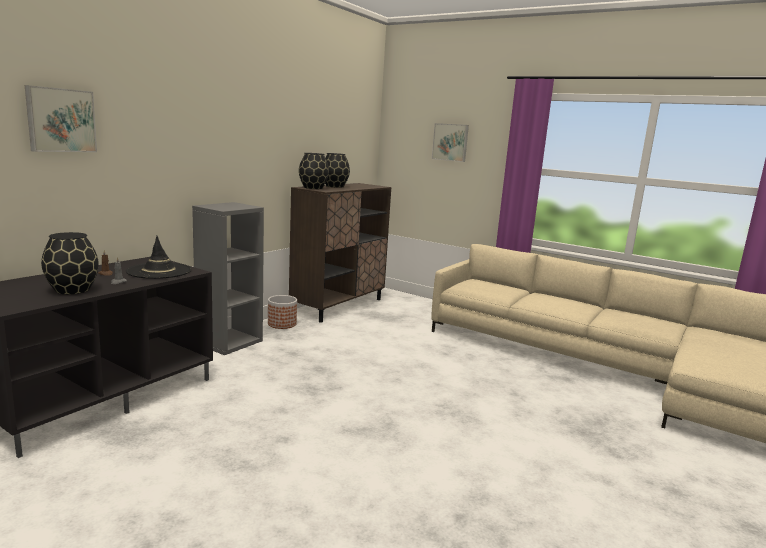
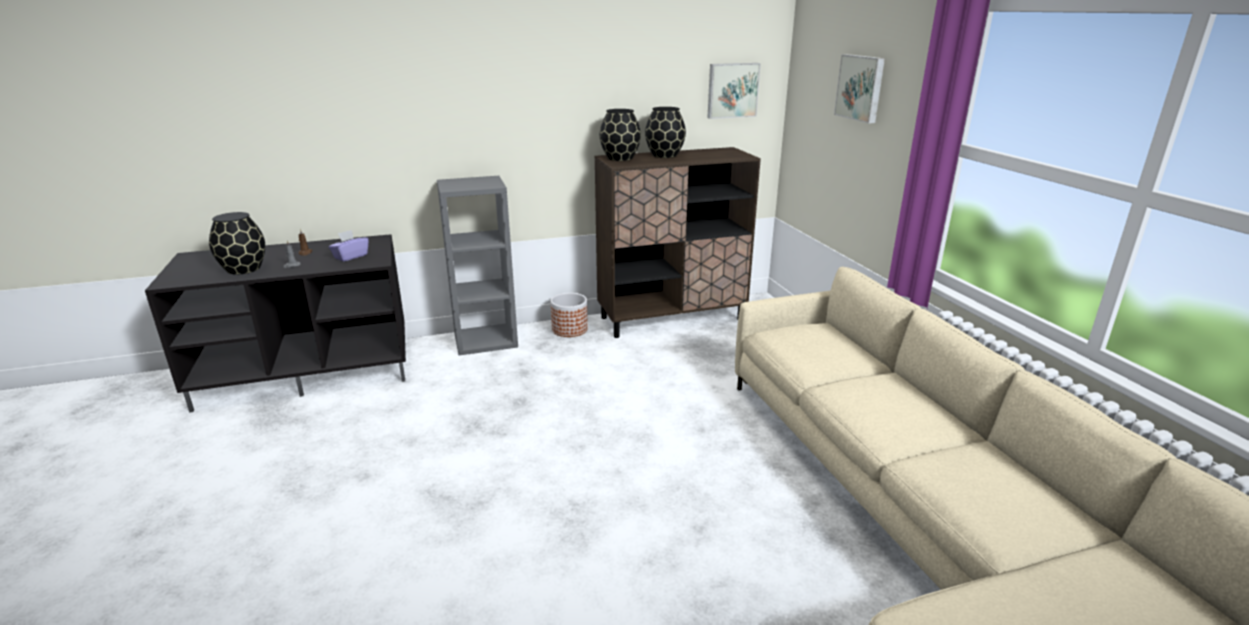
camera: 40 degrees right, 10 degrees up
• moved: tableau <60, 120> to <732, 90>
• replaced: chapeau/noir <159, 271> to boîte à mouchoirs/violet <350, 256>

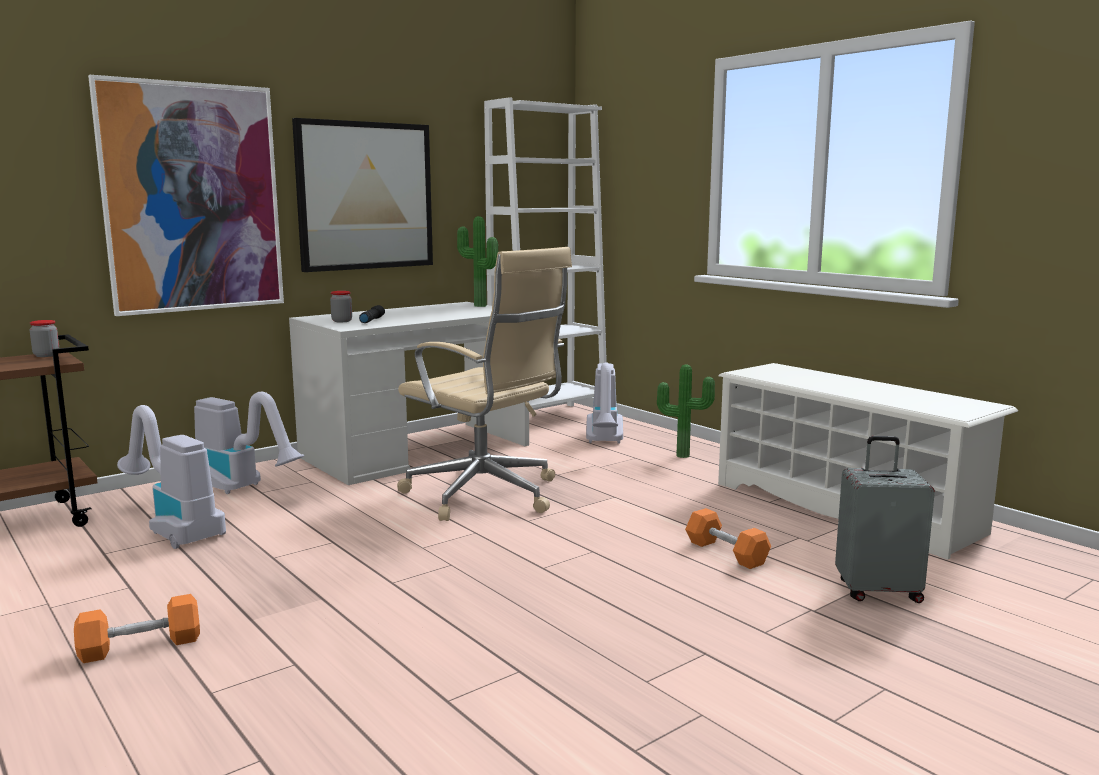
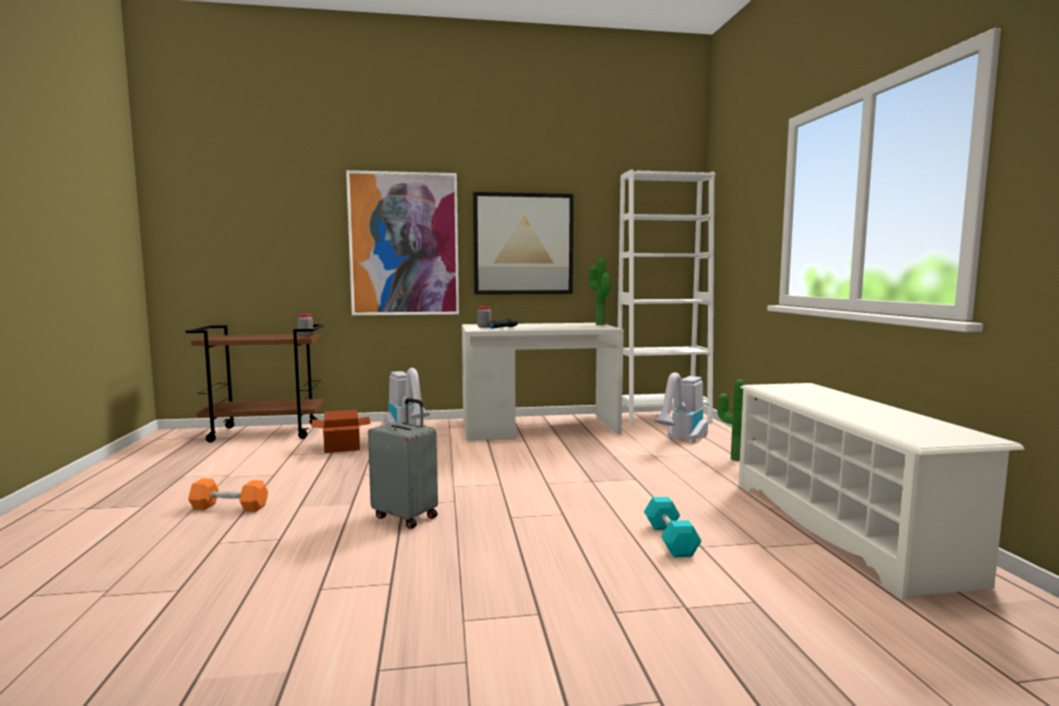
camera: 30 degrees right, 5 degrees down
• removed: chaise de bureau/beige <486, 495>
• replaced: aspirateur <173, 527> to carton <341, 447>
• moved: valise/gris <877, 591> to <406, 516>
• recoloured: haltère/orange <726, 553> to haltère/turquoise <670, 539>

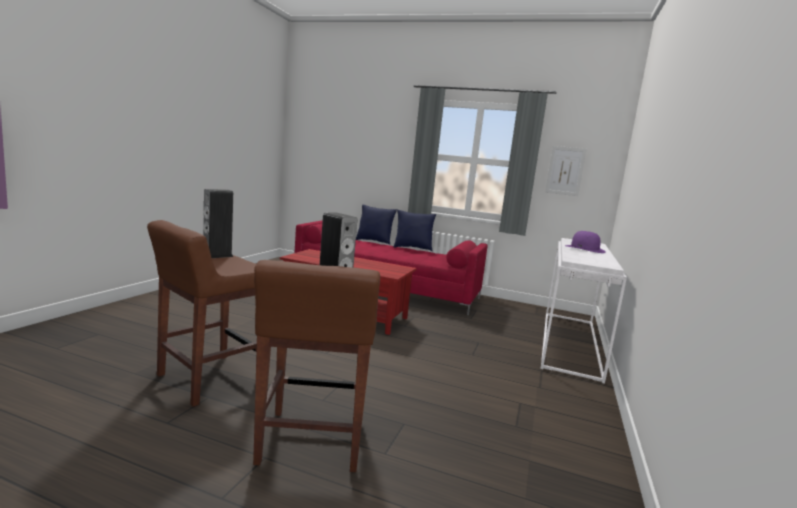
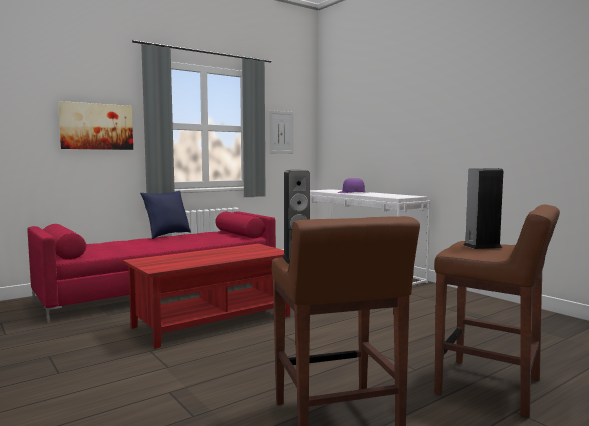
camera: 55 degrees left, 5 degrees down
• removed: coussin/bleu <374, 241>
• added: tableau <96, 126>

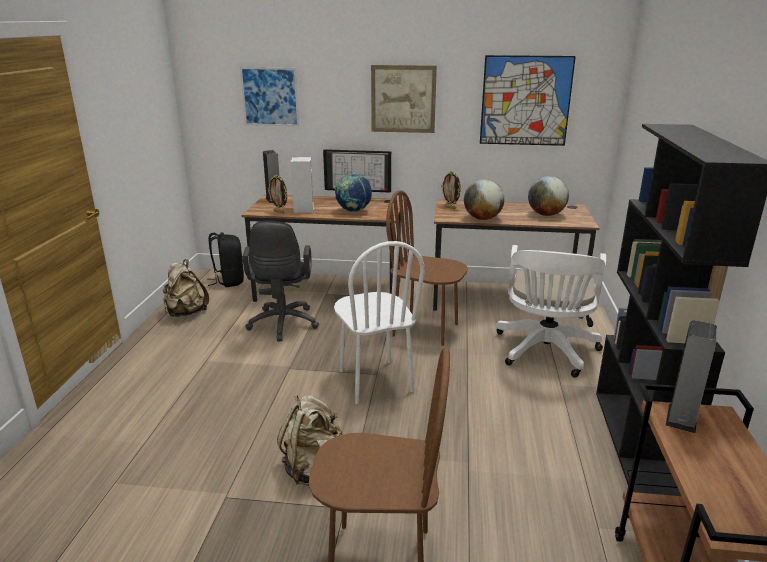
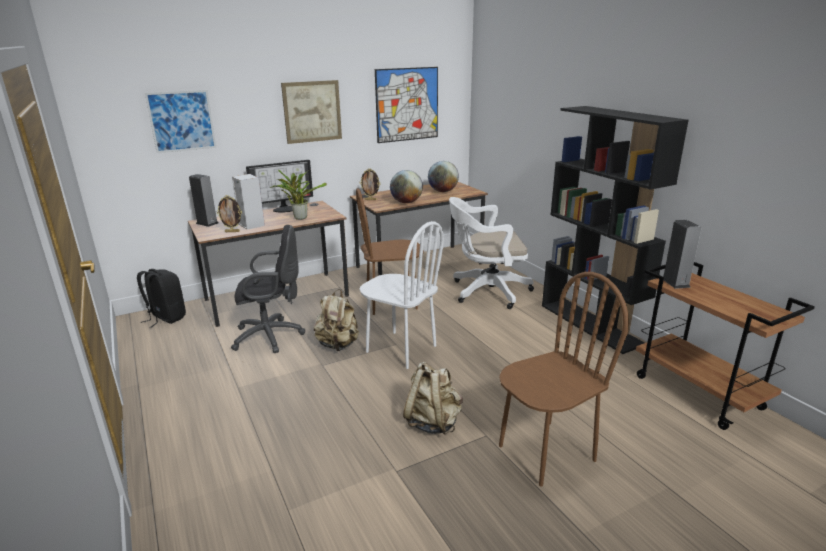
camera: 35 degrees left, 0 degrees up
• replaced: globe <353, 211> to plante en pot <299, 217>
• turned: chaise de bureau/noir <282, 325> = <272, 336> 60 degrees counterclockwise
• turned: chaise de bureau/blanc <545, 352> = <486, 291> 105 degrees clockwise
• moved: sac à dos/beige <186, 313> to <338, 345>

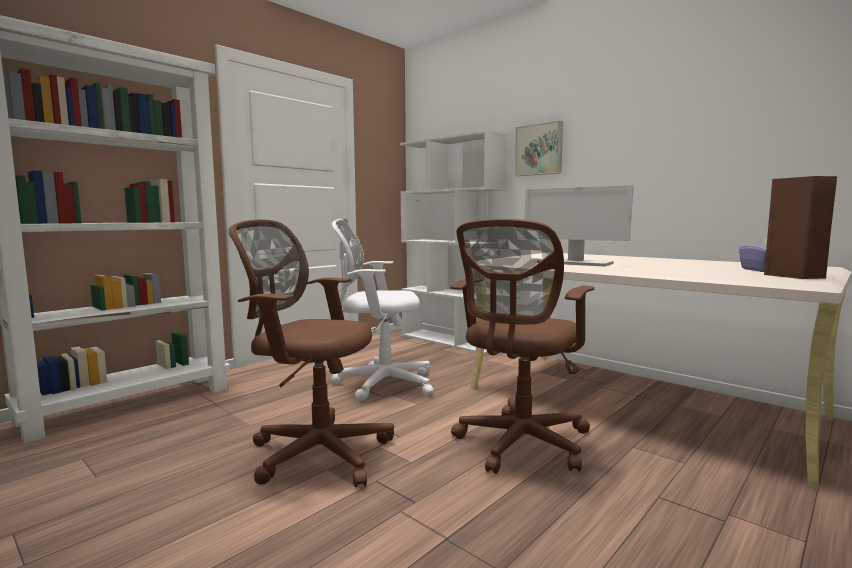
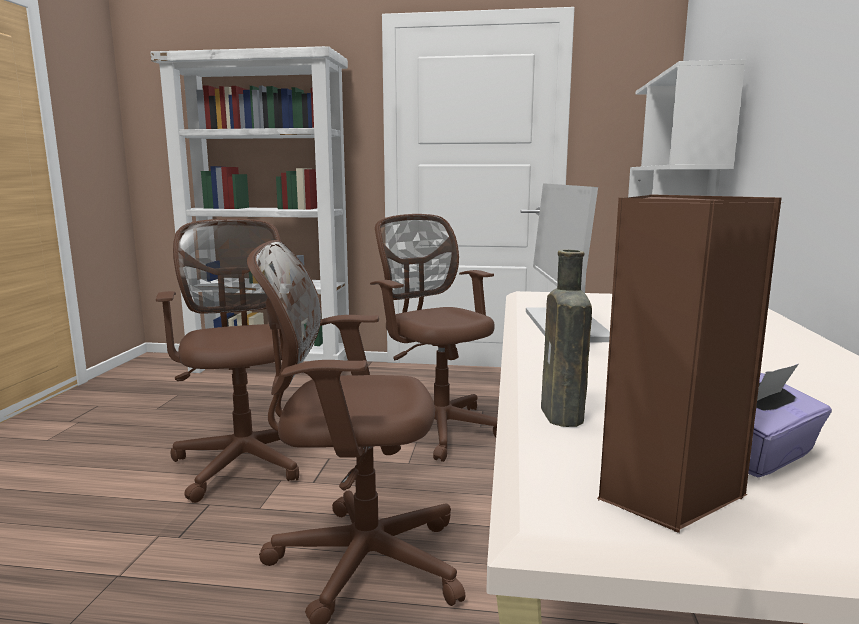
camera: 55 degrees right, 5 degrees up
• removed: tableau <539, 150>
• recoloured: chaise de bureau/blanc <380, 384> to chaise de bureau/marron <437, 426>
• added: bouteille/marron <563, 416>

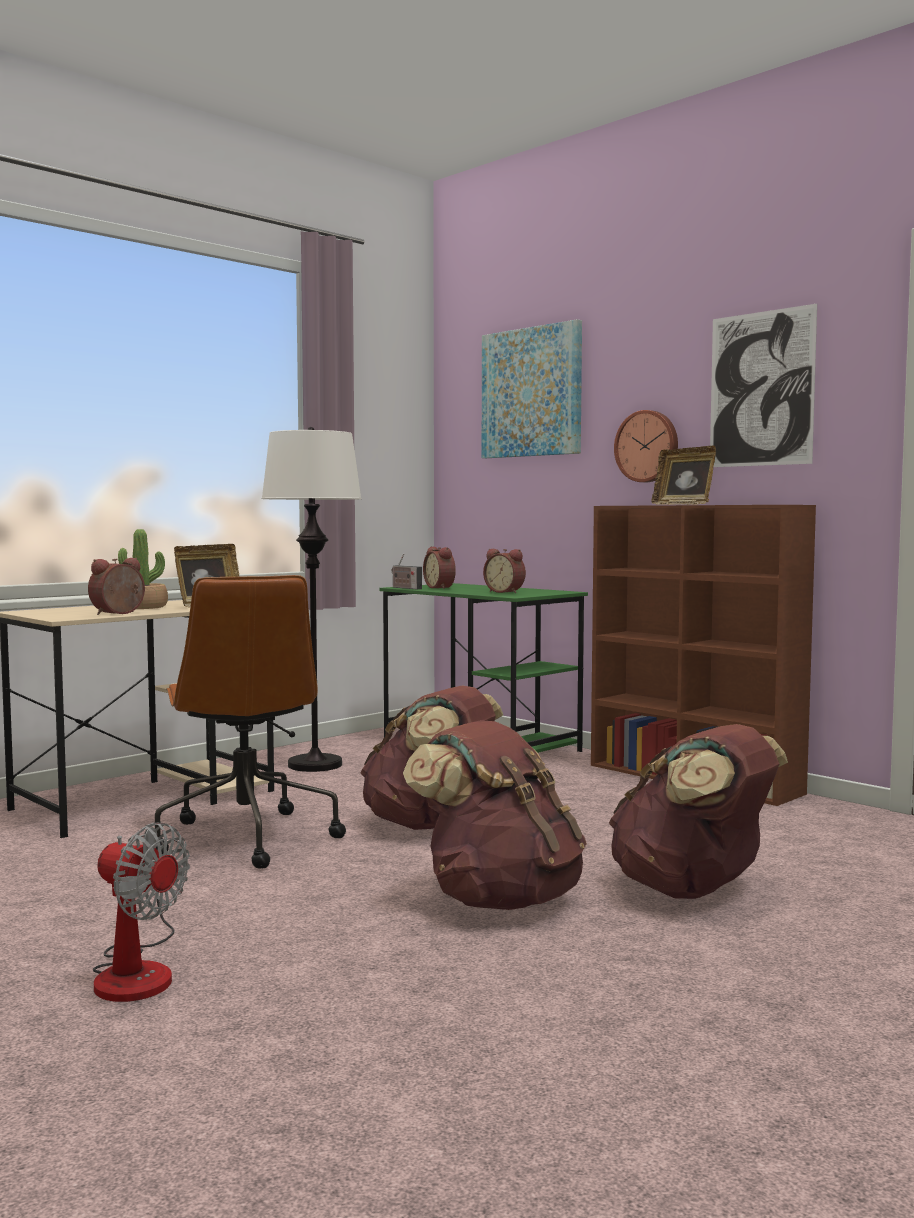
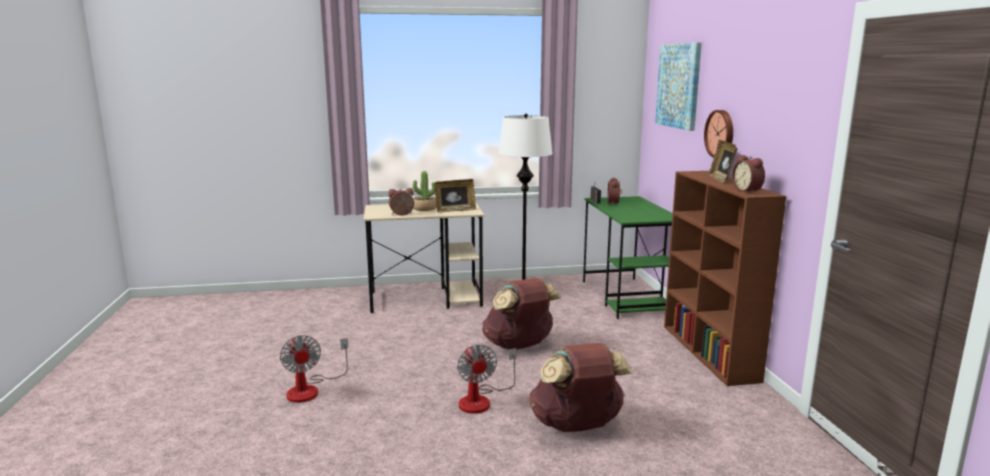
camera: 35 degrees right, 10 degrees up
• removed: tableau <761, 389>
• moved: réveil <505, 592> to <748, 191>
• removed: chaise de bureau/marron <245, 838>
• replaced: sac à dos/marron <498, 899> to ventilateur <481, 400>

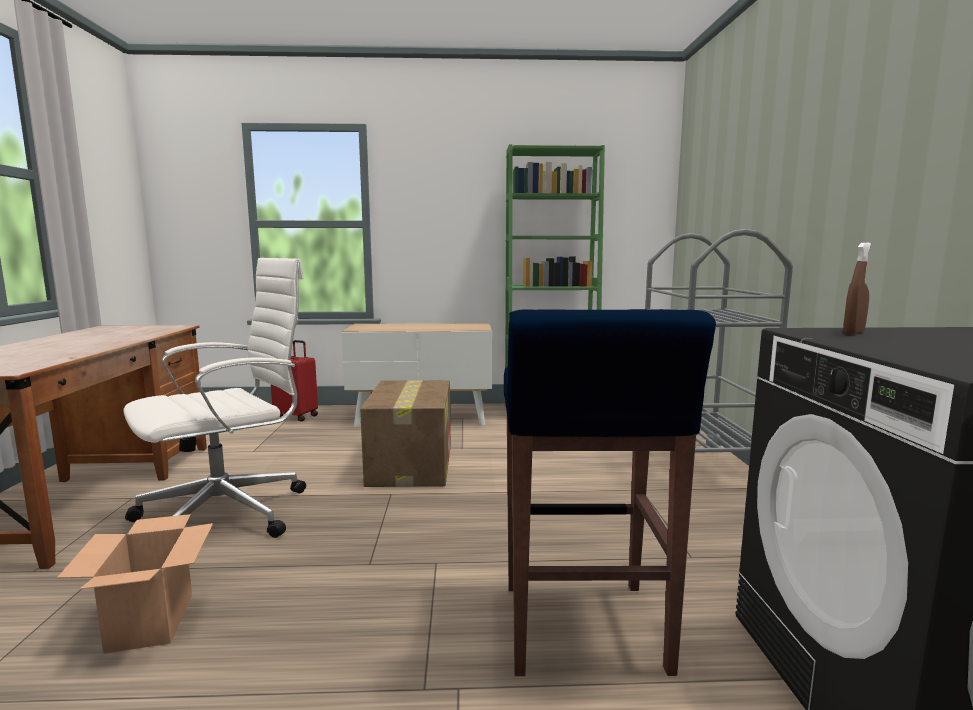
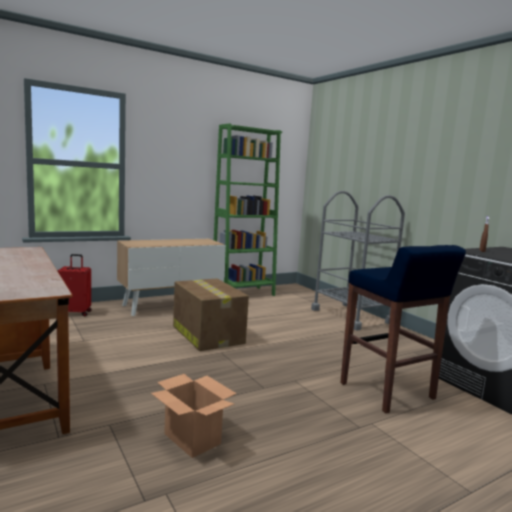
camera: 30 degrees left, 0 degrees up
• removed: chaise de bureau/blanc <229, 513>

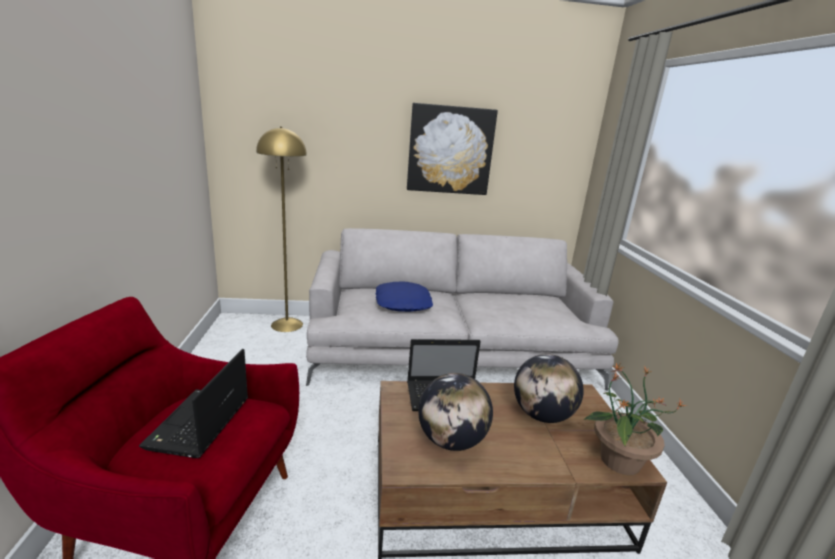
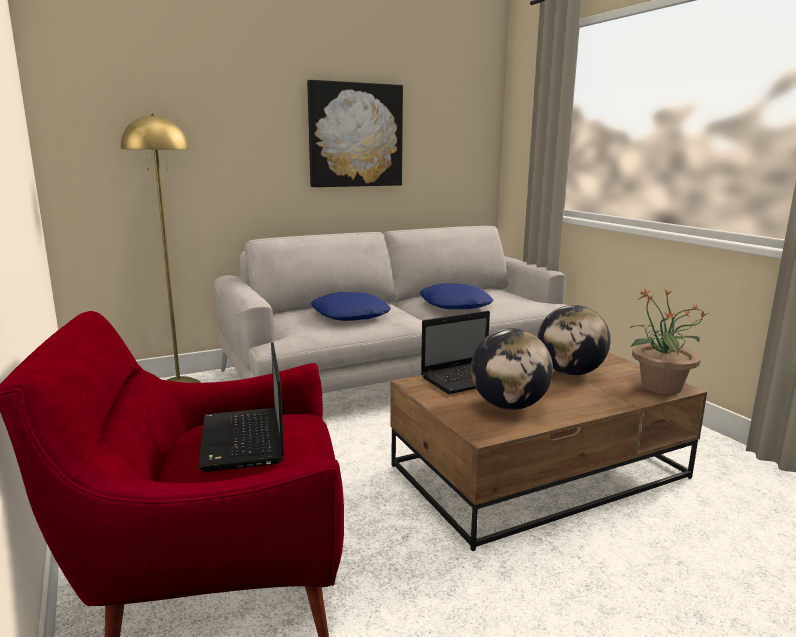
camera: 20 degrees left, 5 degrees down
• added: coussin/bleu <455, 305>

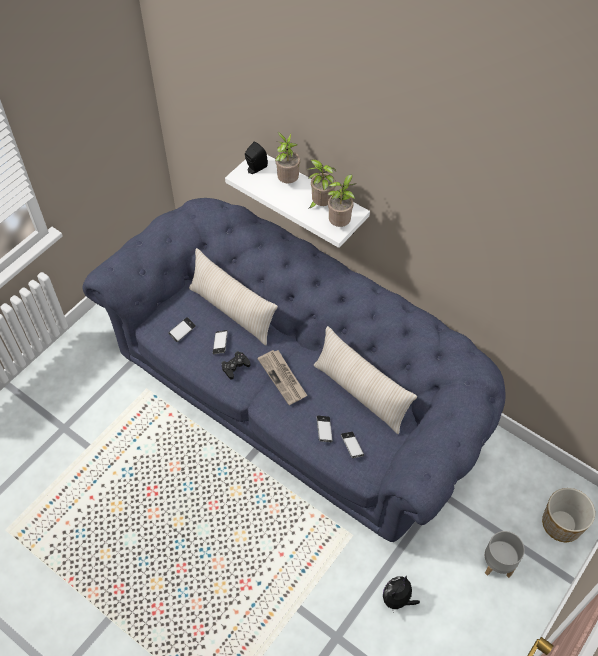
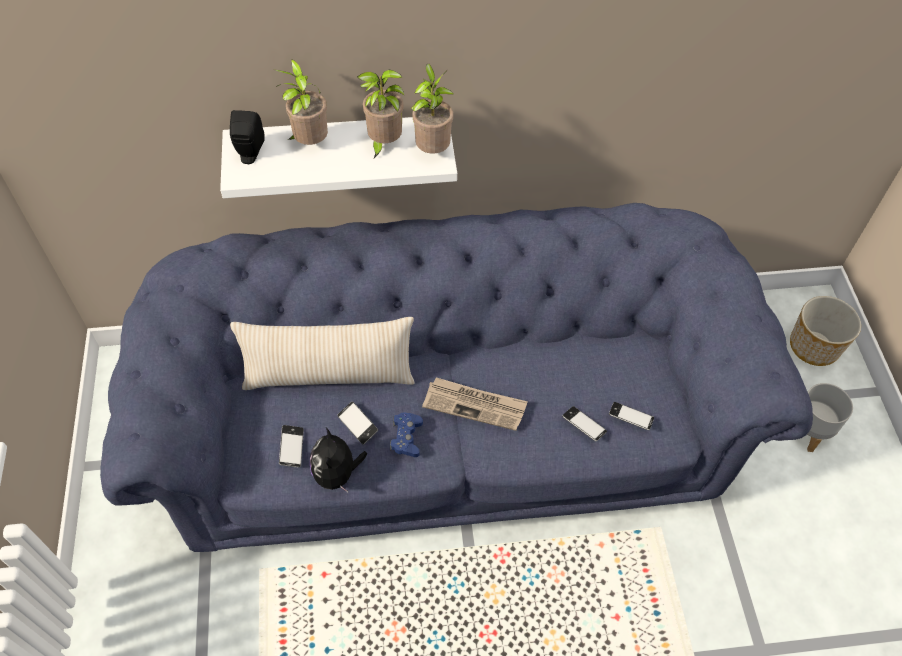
camera: 45 degrees left, 0 degrees up
• removed: coussin/beige <360, 393>
• recoloured: manette/noir <235, 367> to manette/bleu <406, 437>
• moved: peluche <397, 599> to <337, 474>

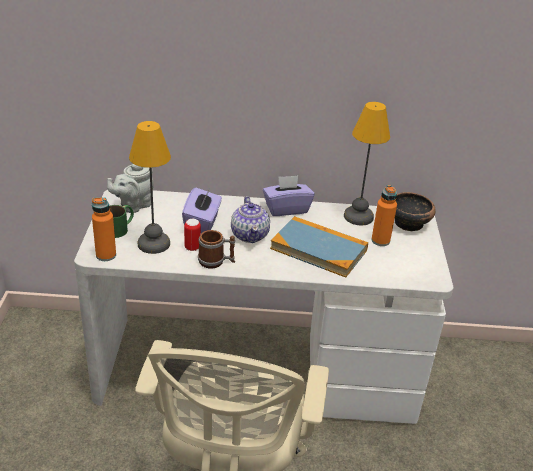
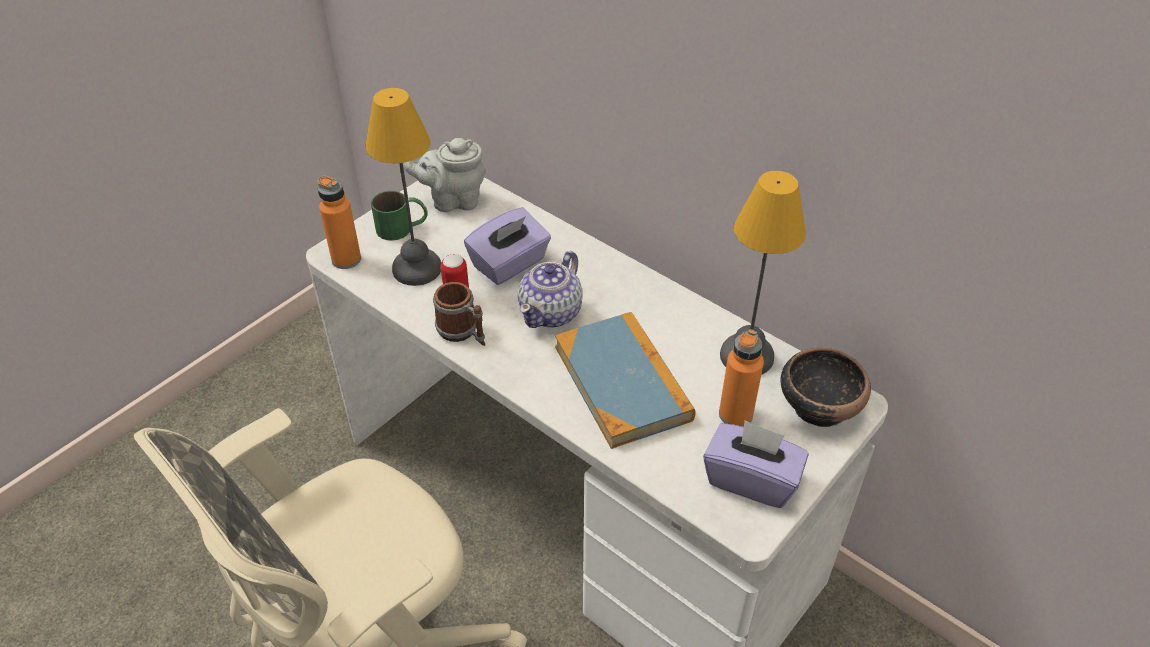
camera: 40 degrees right, 10 degrees up
• moved: boîte à mouchoirs/violet <286, 209> to <751, 479>

